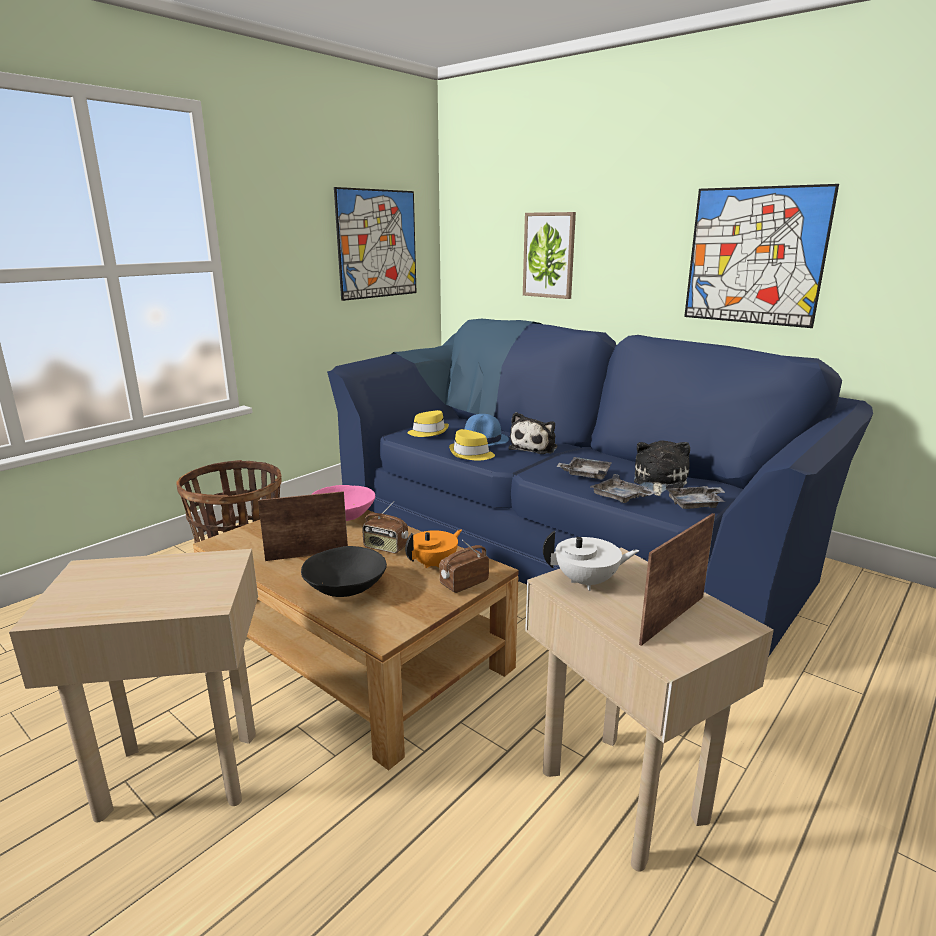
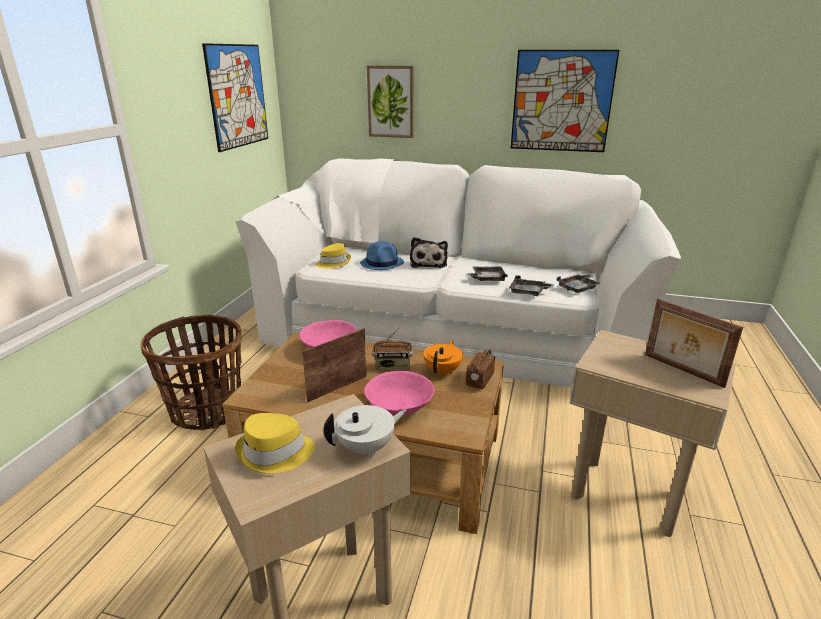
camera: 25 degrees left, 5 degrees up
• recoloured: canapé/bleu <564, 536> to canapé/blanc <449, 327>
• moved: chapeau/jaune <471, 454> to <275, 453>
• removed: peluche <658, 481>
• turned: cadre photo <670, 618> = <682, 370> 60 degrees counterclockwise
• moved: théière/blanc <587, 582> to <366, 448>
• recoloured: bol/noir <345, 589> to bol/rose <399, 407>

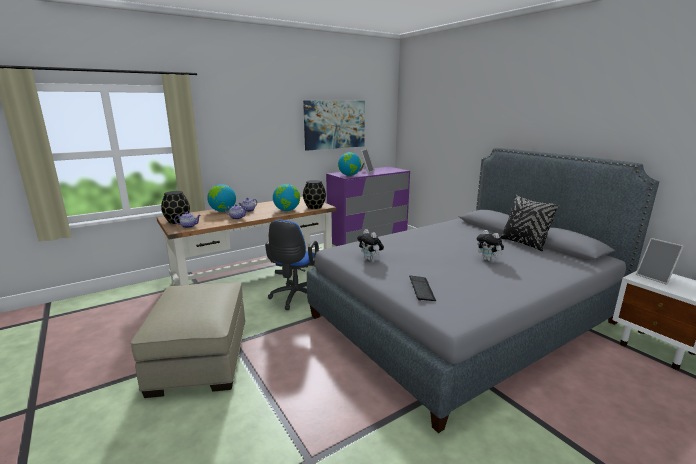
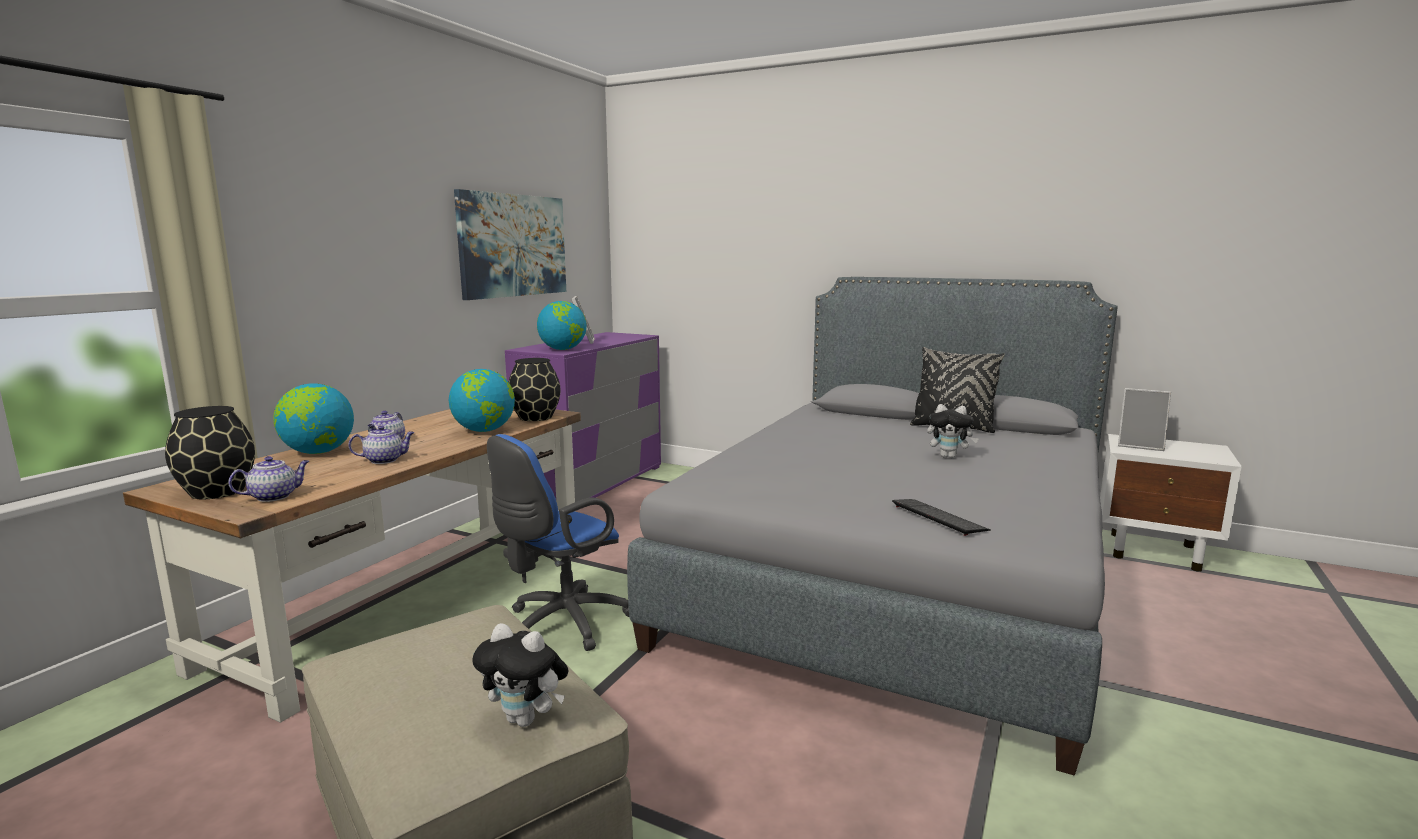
camera: 30 degrees left, 5 degrees down
• turned: chaise de bureau/bleu <294, 298> = <561, 624> 60 degrees clockwise
• moved: peluche <370, 259> to <526, 719>

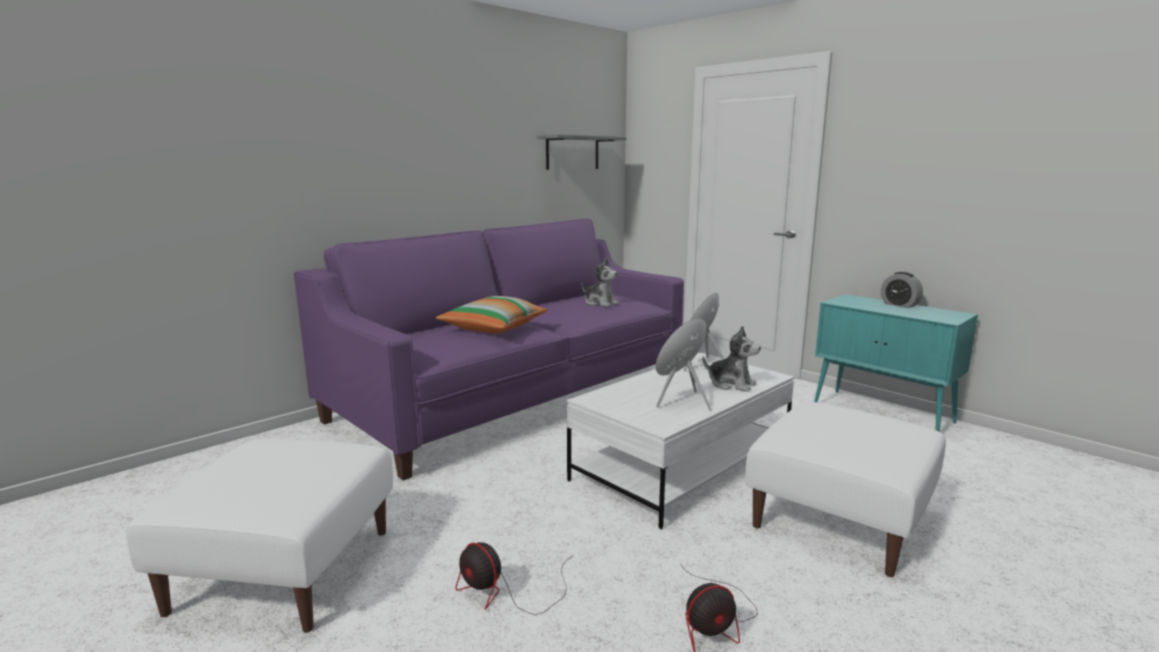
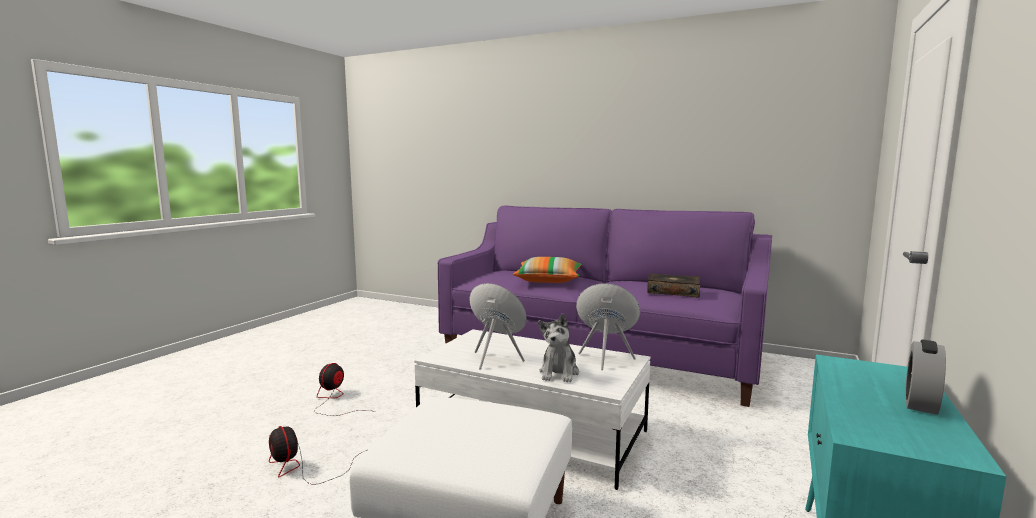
camera: 70 degrees right, 5 degrees down
• removed: étagère/gris <572, 153>
• replaced: peluche <600, 303> to livre <673, 292>
• removed: pouf/blanc <284, 568>

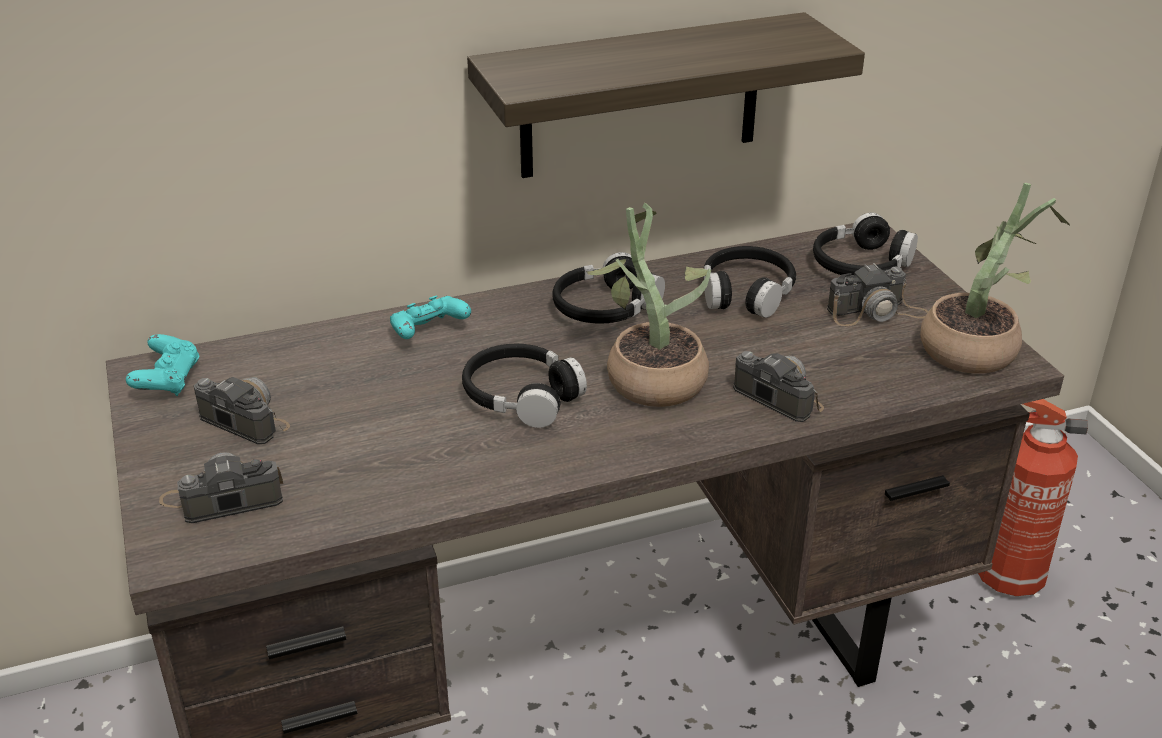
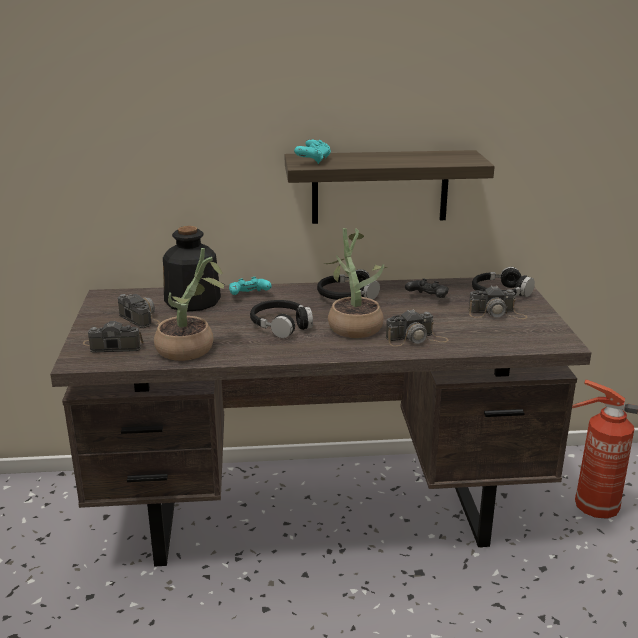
camera: 15 degrees right, 10 degrees down
• moved: plante en pot <977, 347> to <192, 348>
• replaced: casque audio/noir <746, 293> to manette/noir <427, 298>
• moved: manette/turquoise <168, 380> to <313, 160>
• turned: appareil photo <773, 392> = <416, 339> 105 degrees clockwise
• added: bouteille <192, 301>

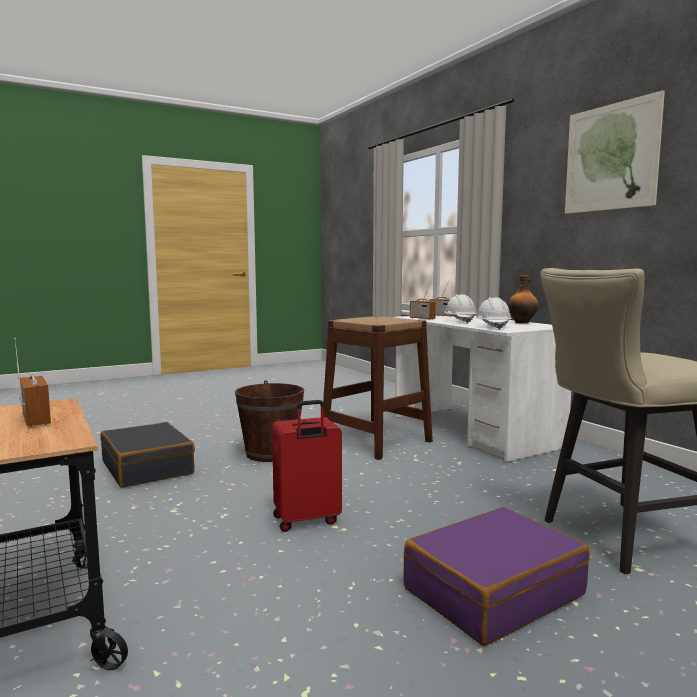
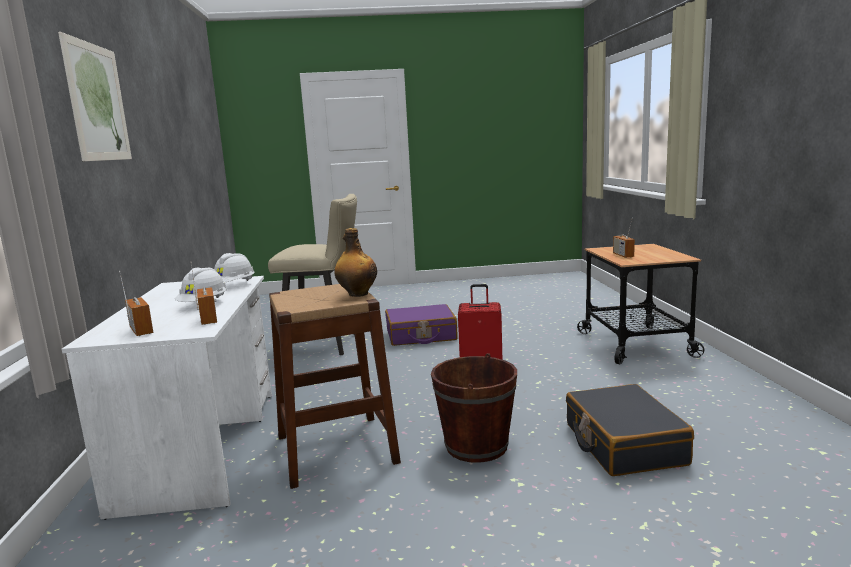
camera: 155 degrees left, 5 degrees up
• moved: bouteille <522, 322> to <357, 294>

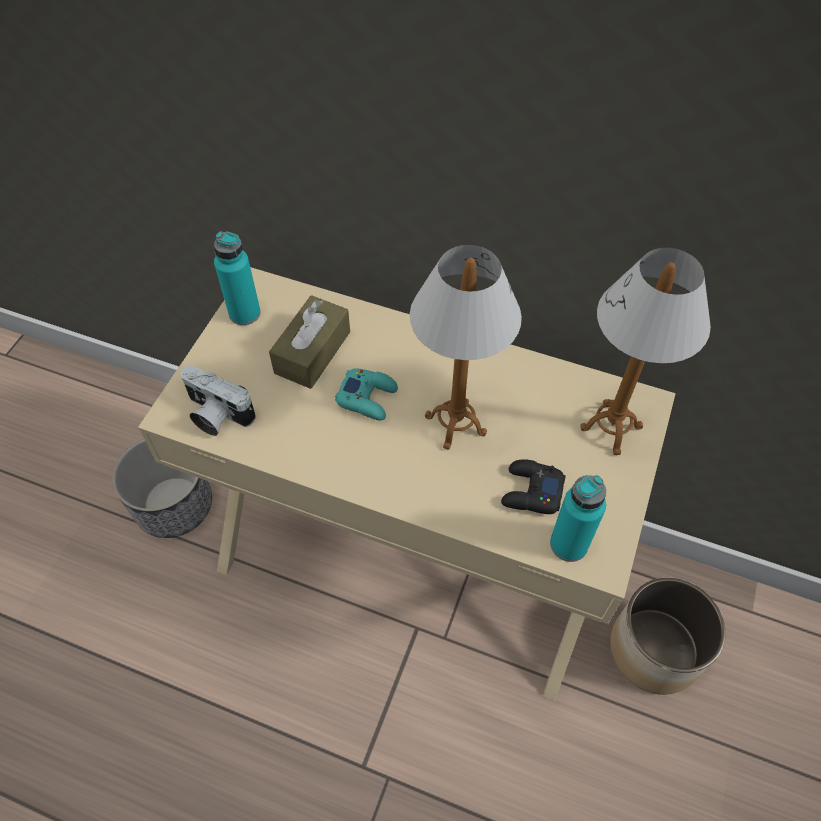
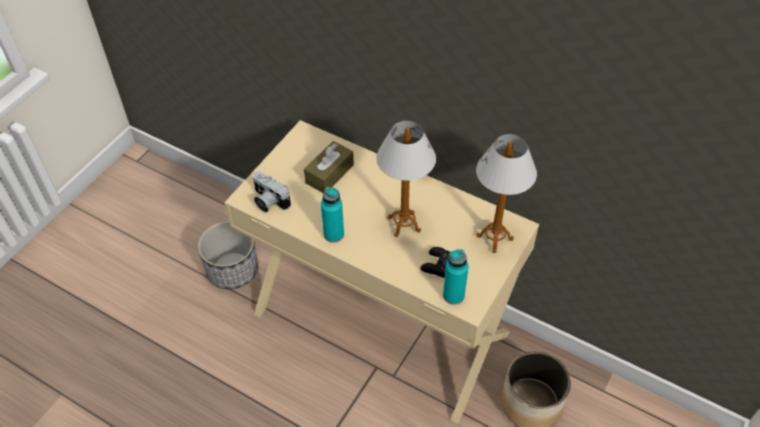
camera: 10 degrees right, 5 degrees down
• moved: bouteille/turquoise <244, 313> to <333, 234>
• removed: manette/turquoise <367, 397>

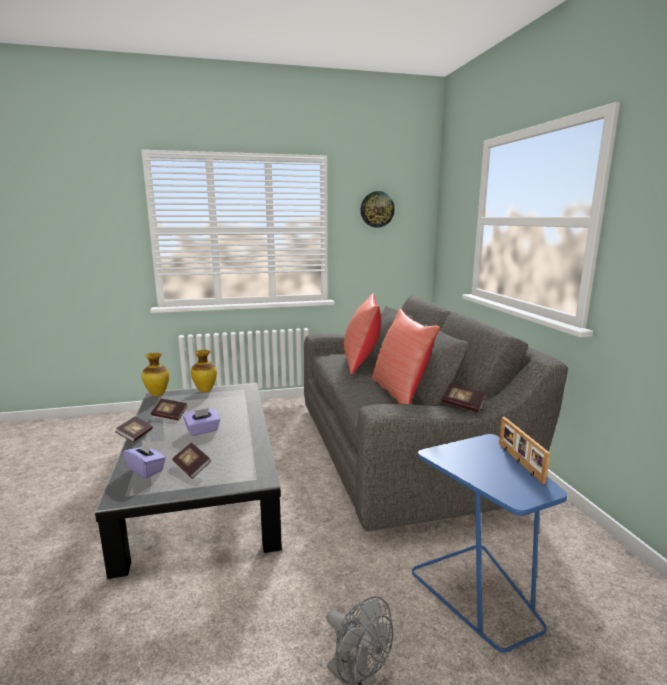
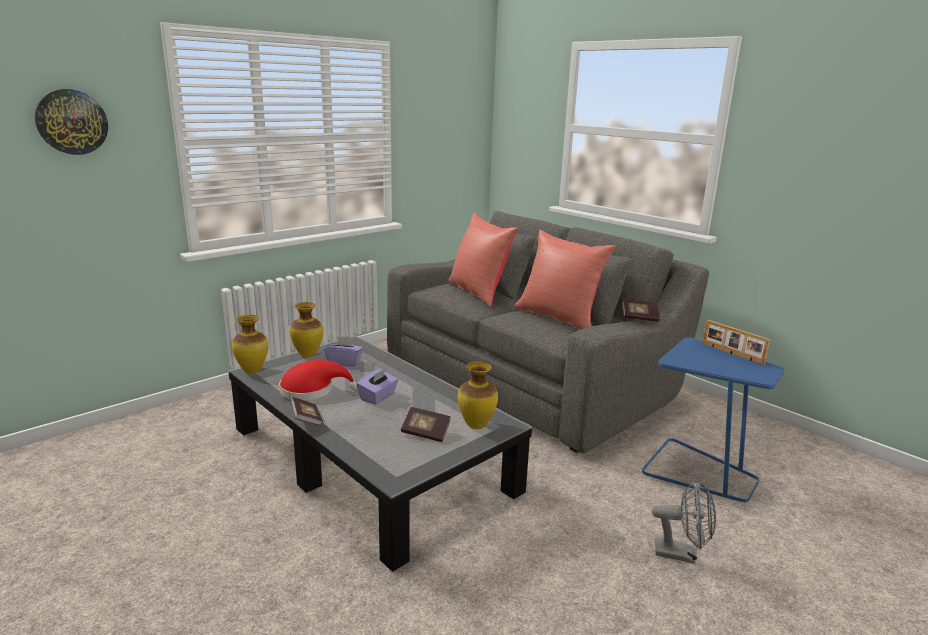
camera: 30 degrees left, 5 degrees up
• moved: horloge murale <377, 209> to <72, 122>
• replaced: livre <170, 416> to chapeau/rouge <311, 390>
• moved: boîte à mouchoirs/violet <146, 470> to <344, 362>
• added: vase <476, 425>

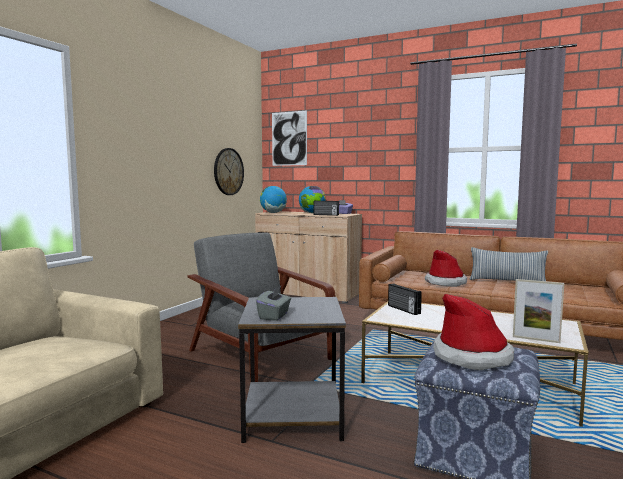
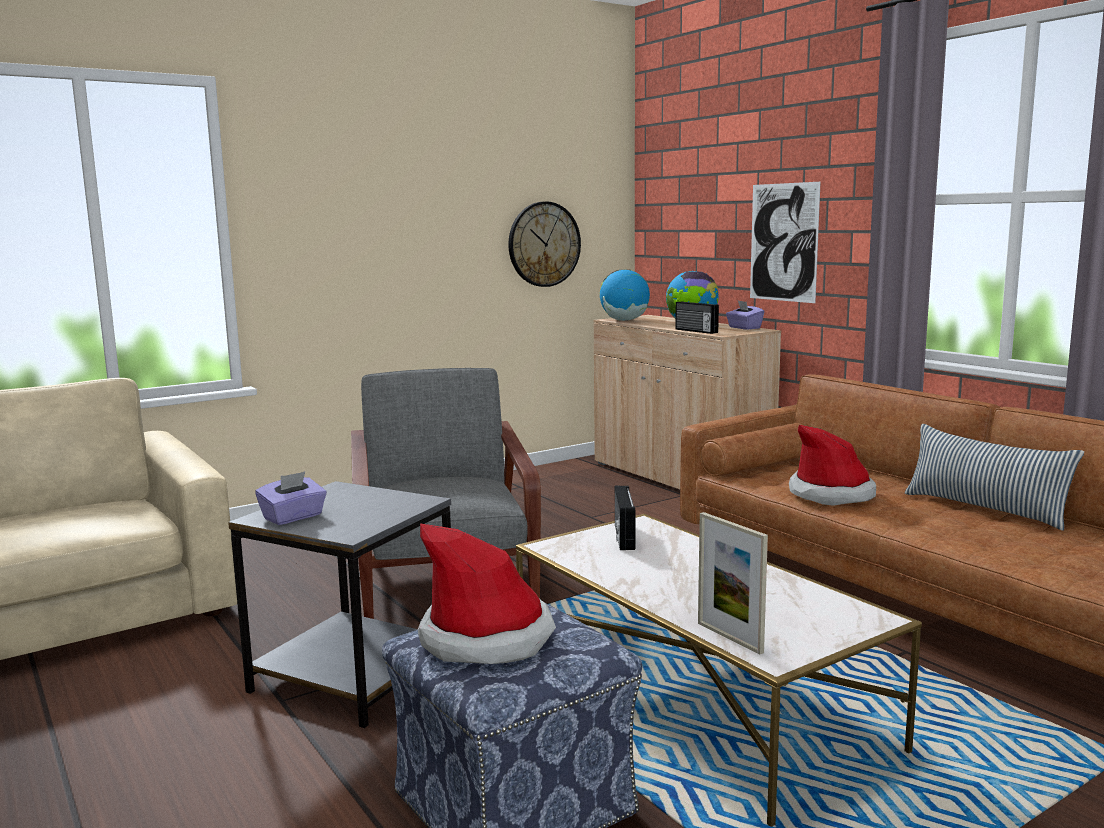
camera: 30 degrees right, 5 degrees up
• moved: tableau <289, 138> to <783, 242>
• recoloured: boîte à mouchoirs/gris <274, 316> to boîte à mouchoirs/violet <293, 517>

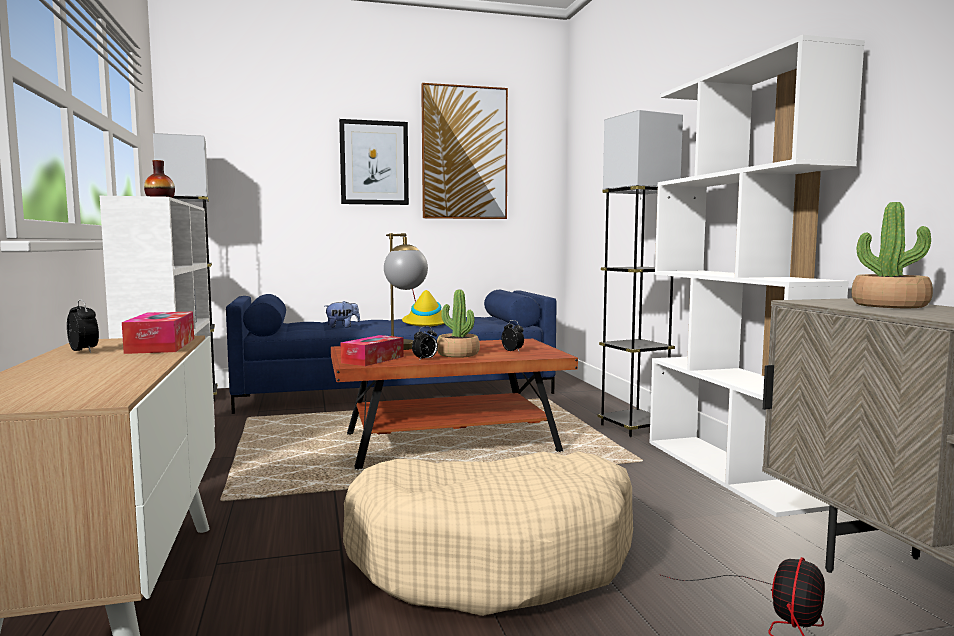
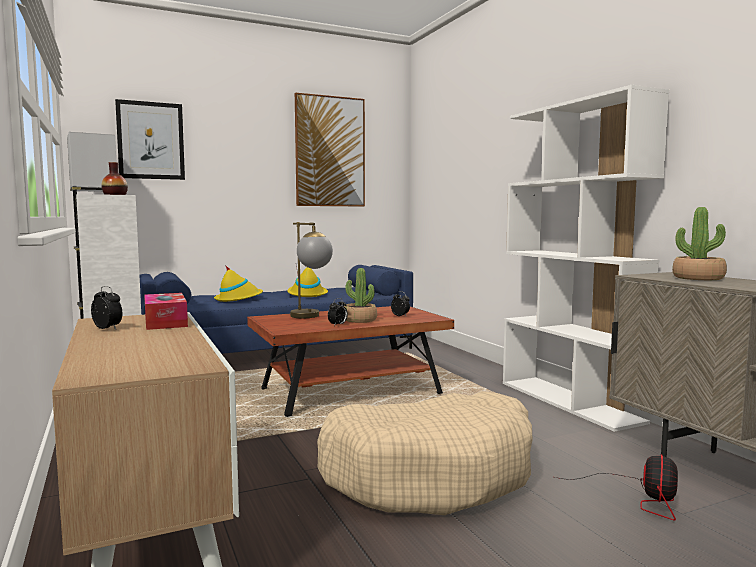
camera: 10 degrees left, 0 degrees up
• removed: lampadaire/gris <634, 428>
• moved: tableau <374, 163> to <150, 141>
• replaced: peluche <342, 327> to chapeau/jaune <238, 299>
• removed: boîte à mouchoirs <373, 359>

